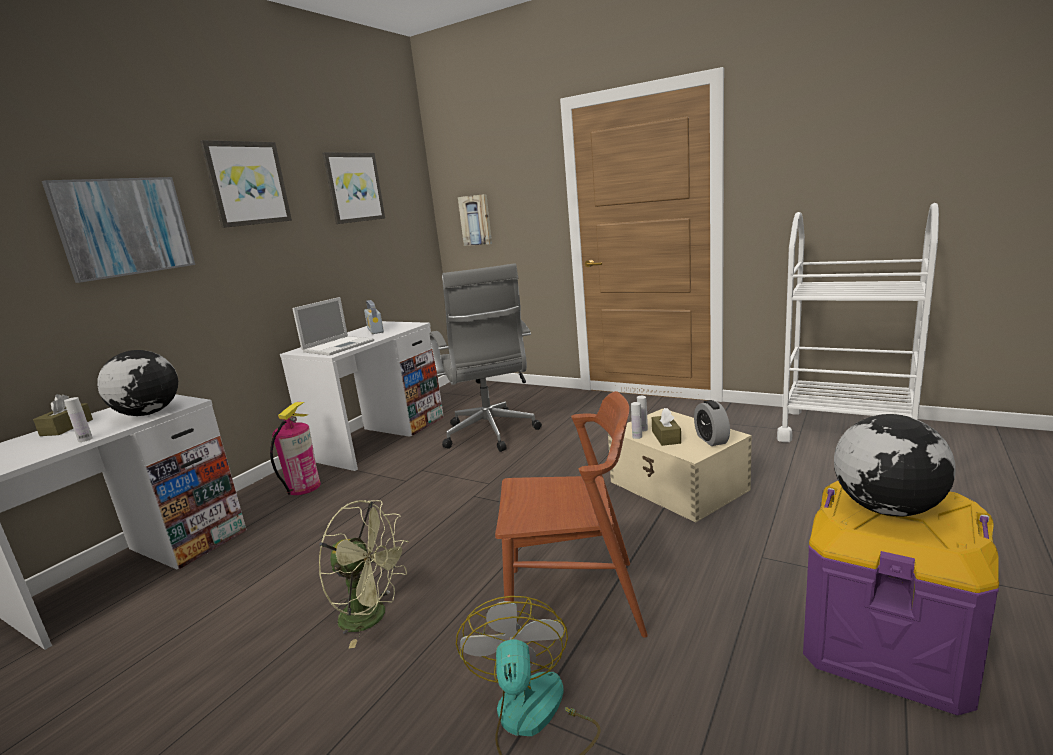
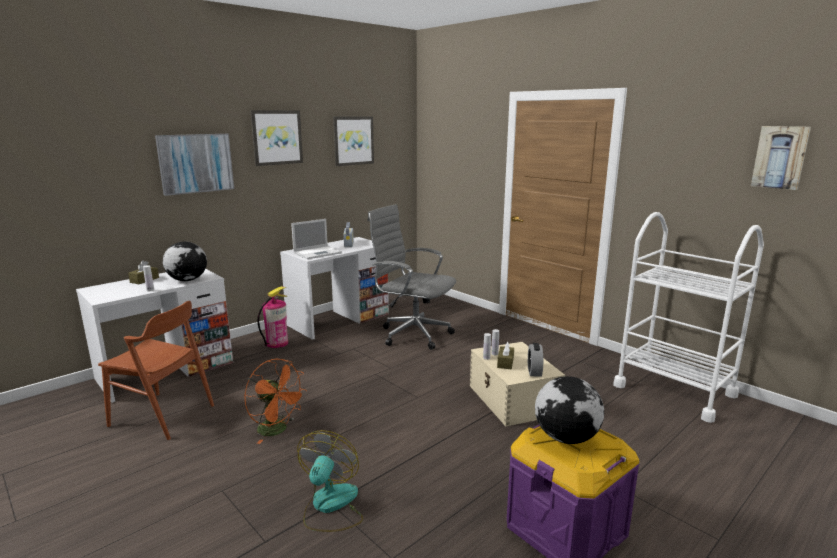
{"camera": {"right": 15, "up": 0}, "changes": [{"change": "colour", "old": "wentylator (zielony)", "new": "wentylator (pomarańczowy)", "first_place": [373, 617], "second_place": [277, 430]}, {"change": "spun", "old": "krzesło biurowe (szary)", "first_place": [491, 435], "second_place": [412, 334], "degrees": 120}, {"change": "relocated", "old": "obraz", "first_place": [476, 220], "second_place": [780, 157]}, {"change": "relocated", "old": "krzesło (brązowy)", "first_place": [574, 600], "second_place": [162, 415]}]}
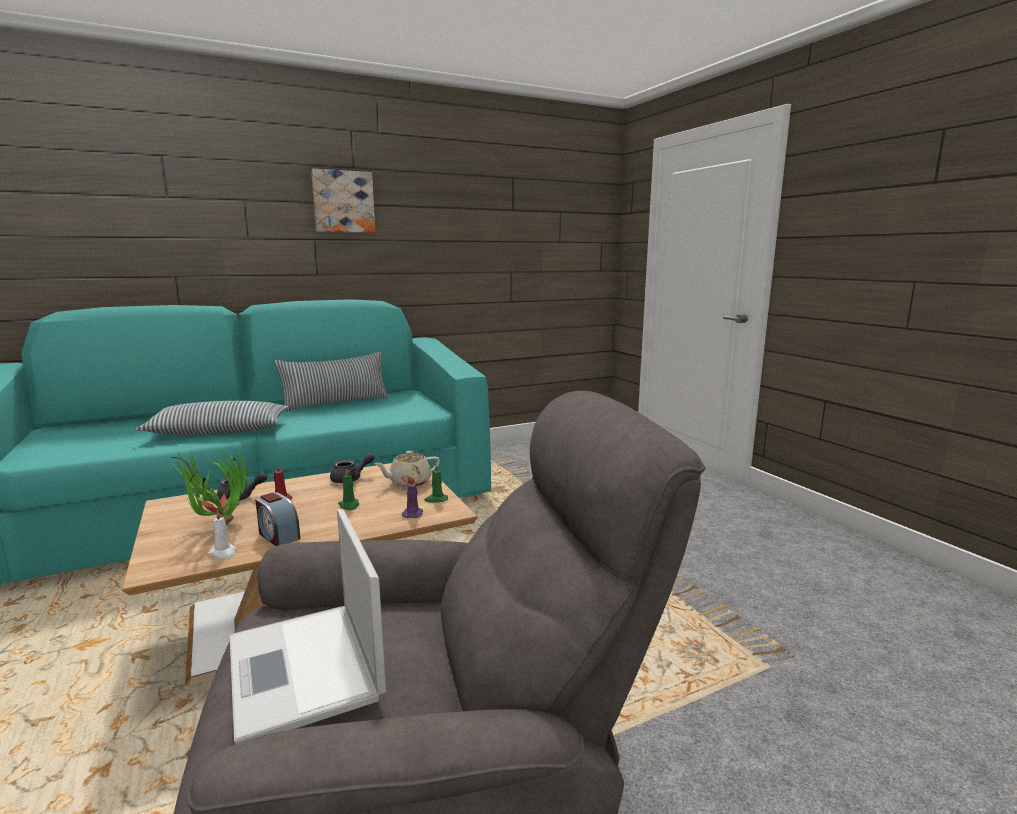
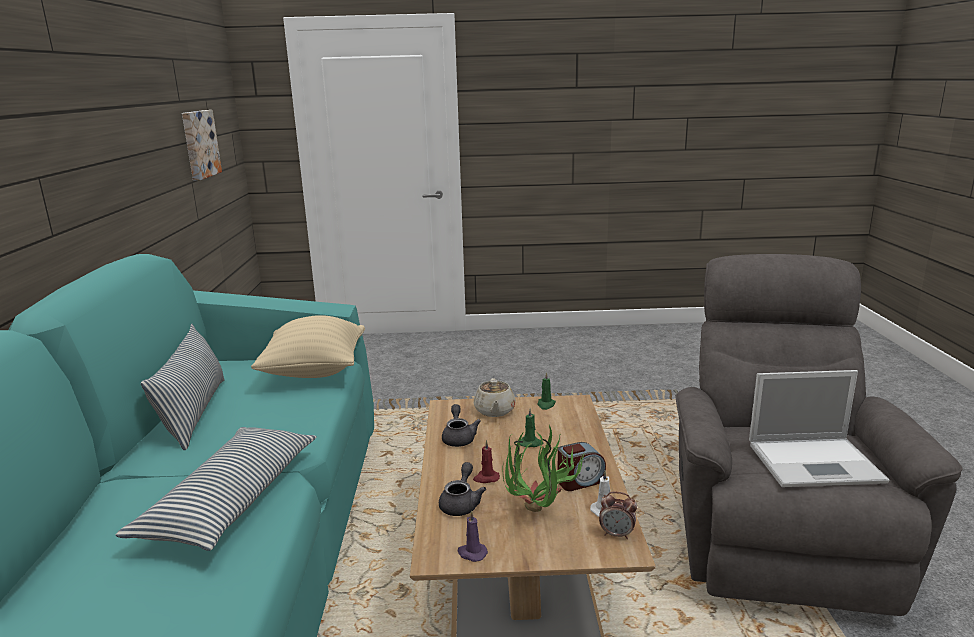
{"camera": {"right": -65, "up": 5}, "changes": [{"change": "relocated", "old": "obraz", "first_place": [343, 202], "second_place": [199, 144]}, {"change": "relocated", "old": "świeca (fioletowy)", "first_place": [413, 514], "second_place": [471, 553]}, {"change": "appeared", "new": "poduszka (beżowy)", "second_place": [315, 371]}, {"change": "appeared", "new": "budzik", "second_place": [617, 534]}]}
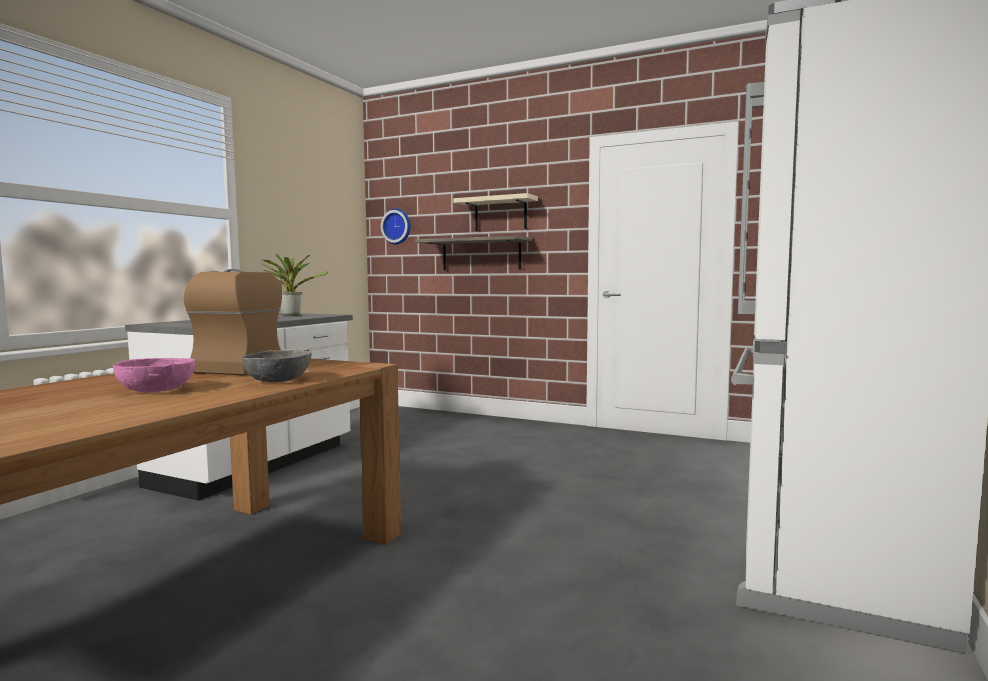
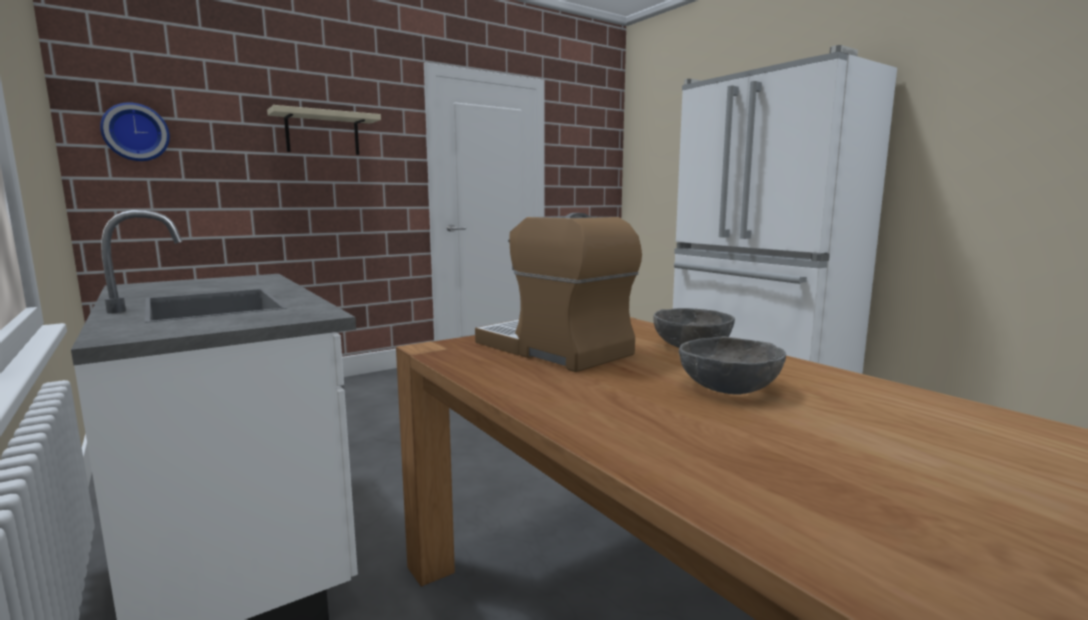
{"camera": {"right": -60, "up": 5}, "changes": [{"change": "colour", "old": "miska (różowy)", "new": "miska (szary)", "first_place": [156, 390], "second_place": [729, 388]}, {"change": "missing", "old": "roślina doniczkowa", "first_place": [290, 315]}, {"change": "missing", "old": "półka", "first_place": [481, 254]}]}
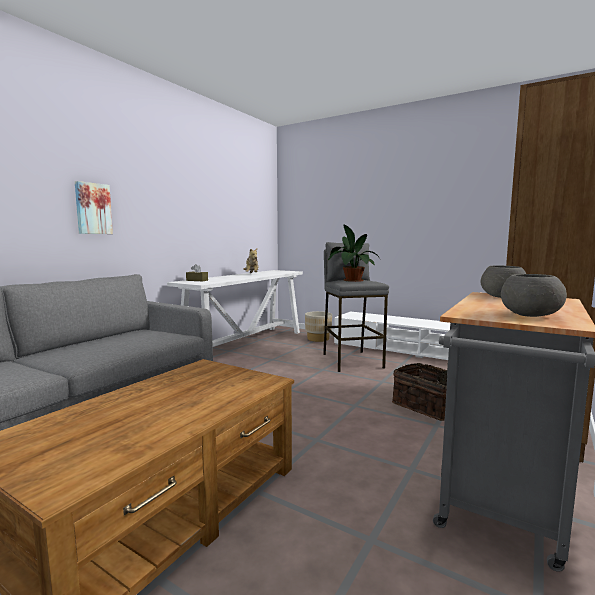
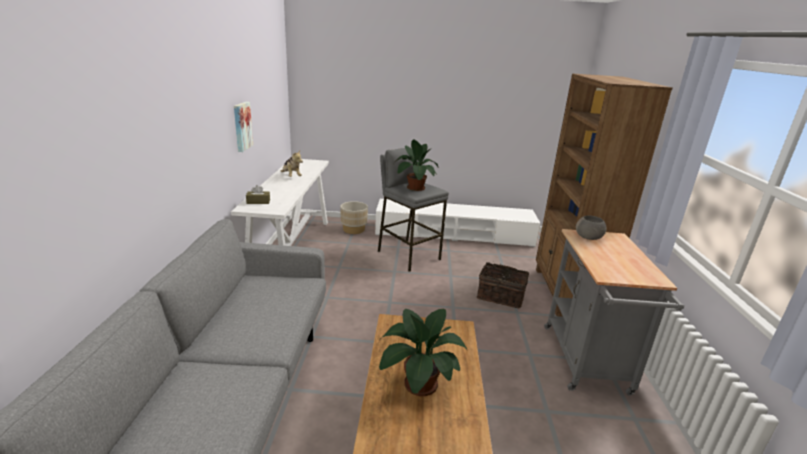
{"camera": {"right": -30, "up": 15}, "changes": [{"change": "relocated", "old": "obraz", "first_place": [93, 208], "second_place": [241, 126]}, {"change": "missing", "old": "miska (szary)", "first_place": [529, 315]}, {"change": "appeared", "new": "roślina doniczkowa", "second_place": [417, 384]}]}
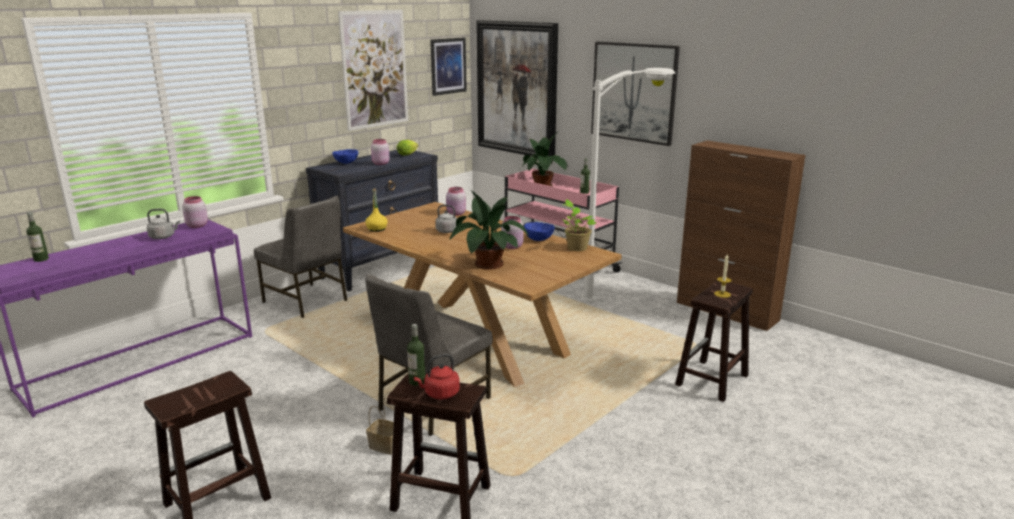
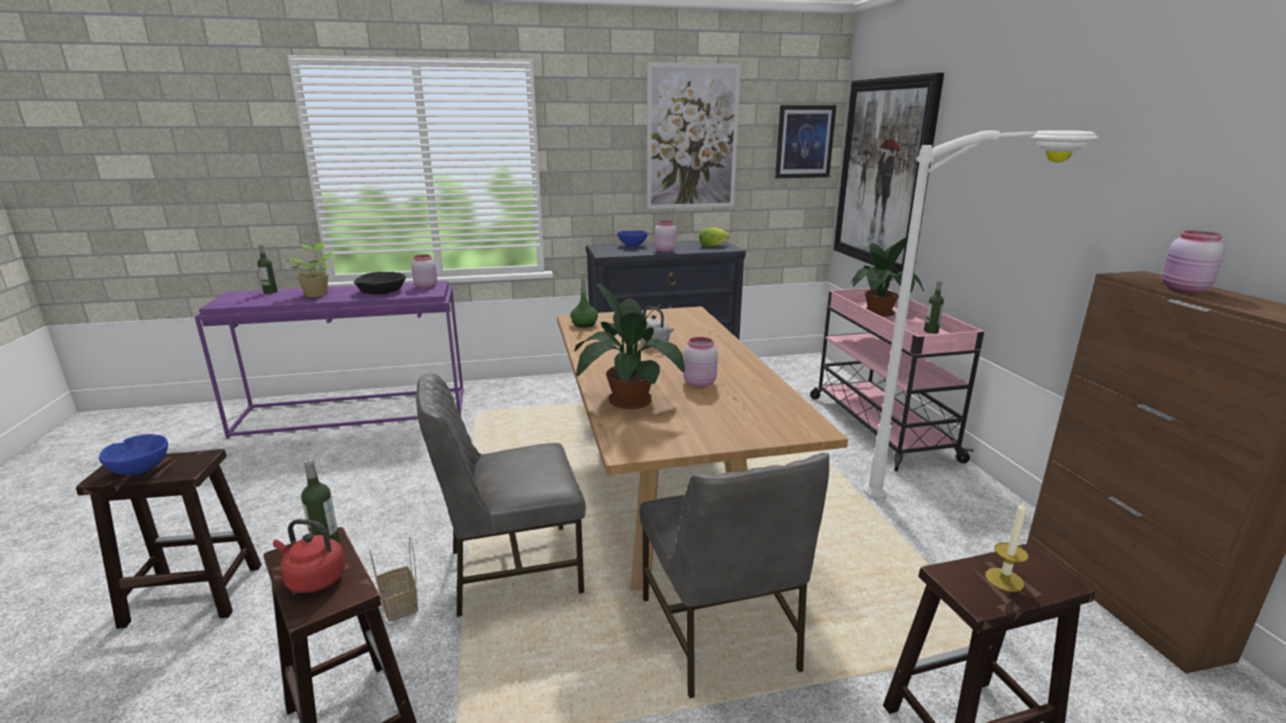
{"camera": {"right": 35, "up": 0}, "changes": [{"change": "exchanged", "old": "czajnik (szary)", "new": "miska (czarny)", "first_place": [163, 237], "second_place": [382, 291]}, {"change": "relocated", "old": "krzesło (szary)", "first_place": [306, 301], "second_place": [720, 635]}, {"change": "colour", "old": "butelka (żółty)", "new": "butelka (zielony)", "first_place": [377, 229], "second_place": [584, 324]}, {"change": "relocated", "old": "słoik (różowy)", "first_place": [456, 214], "second_place": [1183, 289]}, {"change": "relocated", "old": "miska (niebieski)", "first_place": [538, 239], "second_place": [140, 469]}, {"change": "relocated", "old": "roślina doniczkowa", "first_place": [576, 247], "second_place": [317, 294]}, {"change": "missing", "old": "obraz", "first_place": [633, 92]}]}
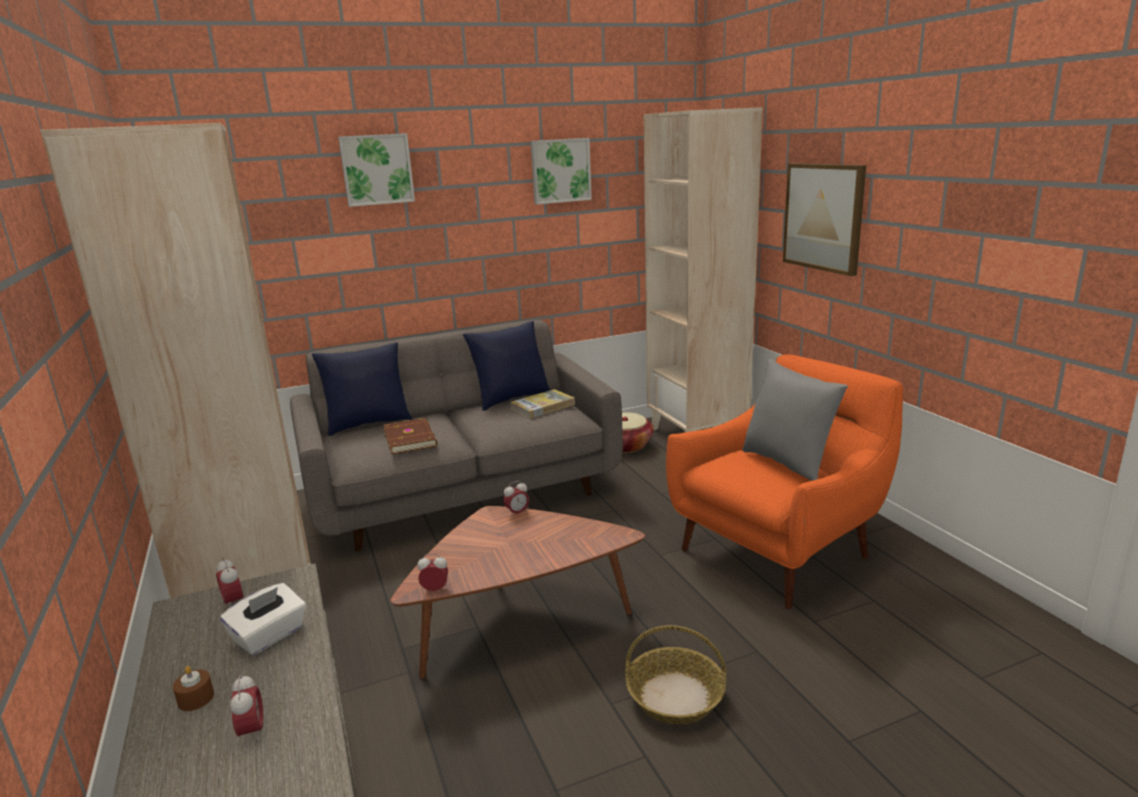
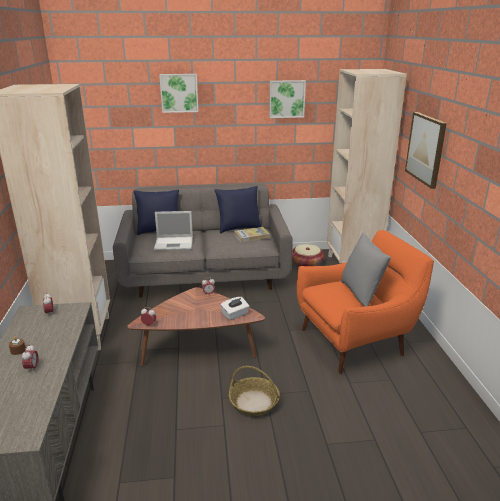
{"camera": {"right": 15, "up": 5}, "changes": [{"change": "relocated", "old": "pudełko chusteczek (biały)", "first_place": [270, 636], "second_place": [235, 315]}, {"change": "exchanged", "old": "książka (brązowy)", "new": "laptop", "first_place": [411, 438], "second_place": [174, 243]}]}
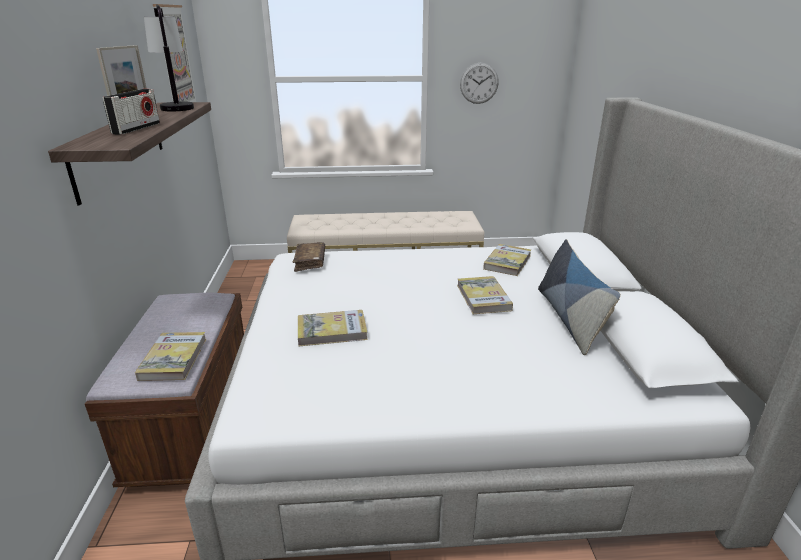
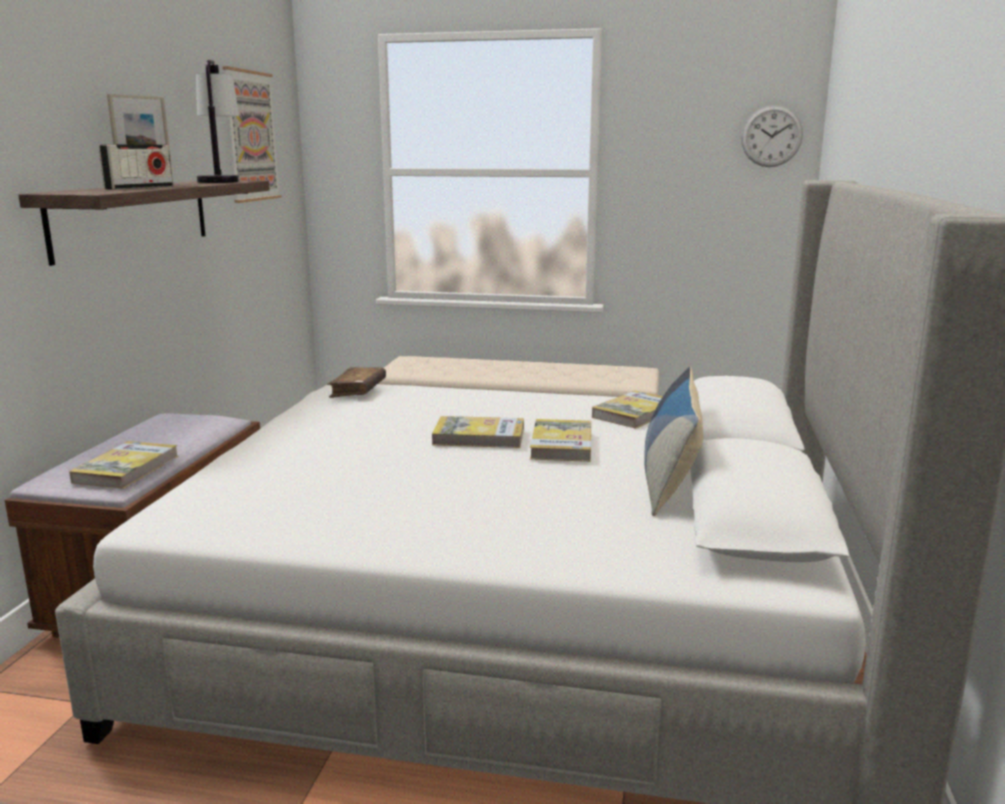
{"camera": {"right": 15, "up": -10}, "changes": [{"change": "relocated", "old": "książka", "first_place": [332, 331], "second_place": [479, 437]}, {"change": "relocated", "old": "zegar ścienny", "first_place": [479, 83], "second_place": [771, 136]}]}
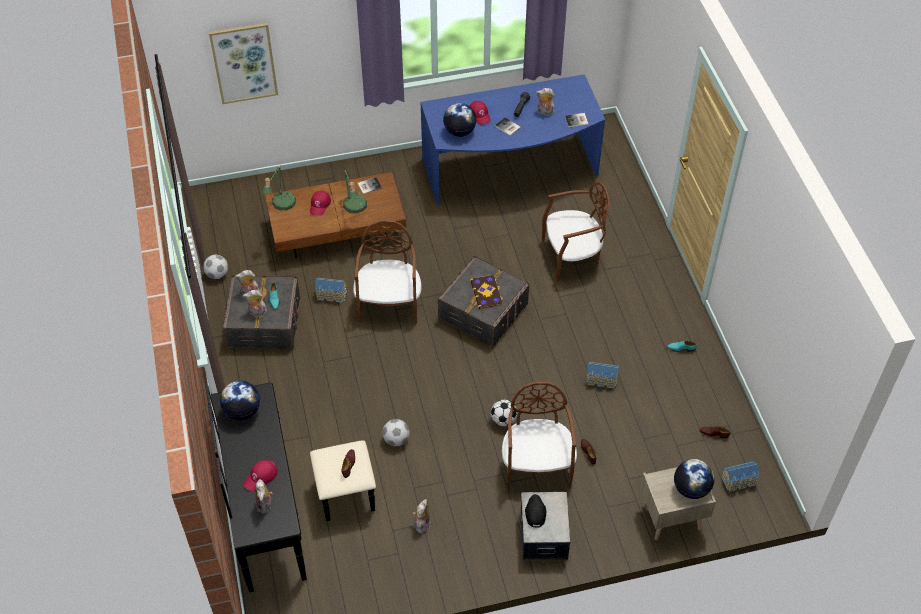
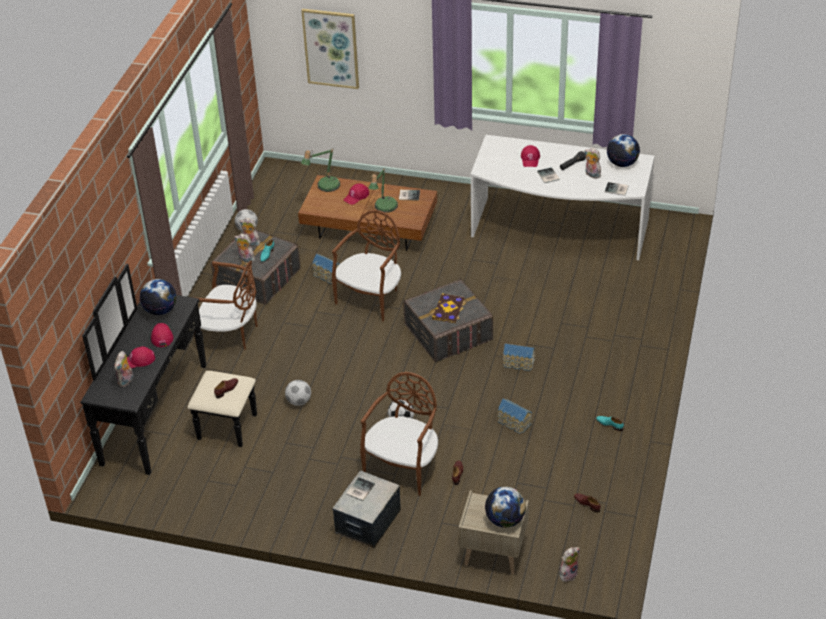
{"camera": {"right": 30, "up": -10}, "changes": [{"change": "relocated", "old": "pluszak", "first_place": [421, 523], "second_place": [568, 573]}, {"change": "colour", "old": "biurko (niebieski)", "new": "biurko (biały)", "first_place": [511, 171], "second_place": [559, 231]}, {"change": "relocated", "old": "globus", "first_place": [460, 131], "second_place": [622, 163]}, {"change": "exchanged", "old": "czapka z daszkiem (czarny)", "new": "książka", "first_place": [535, 512], "second_place": [359, 489]}, {"change": "relocated", "old": "krzesło (brązowy)", "first_place": [572, 256], "second_place": [230, 334]}, {"change": "relocated", "old": "domek", "first_place": [739, 482], "second_place": [518, 363]}, {"change": "appeared", "new": "czapka z daszkiem (czerwony)", "second_place": [161, 336]}]}
